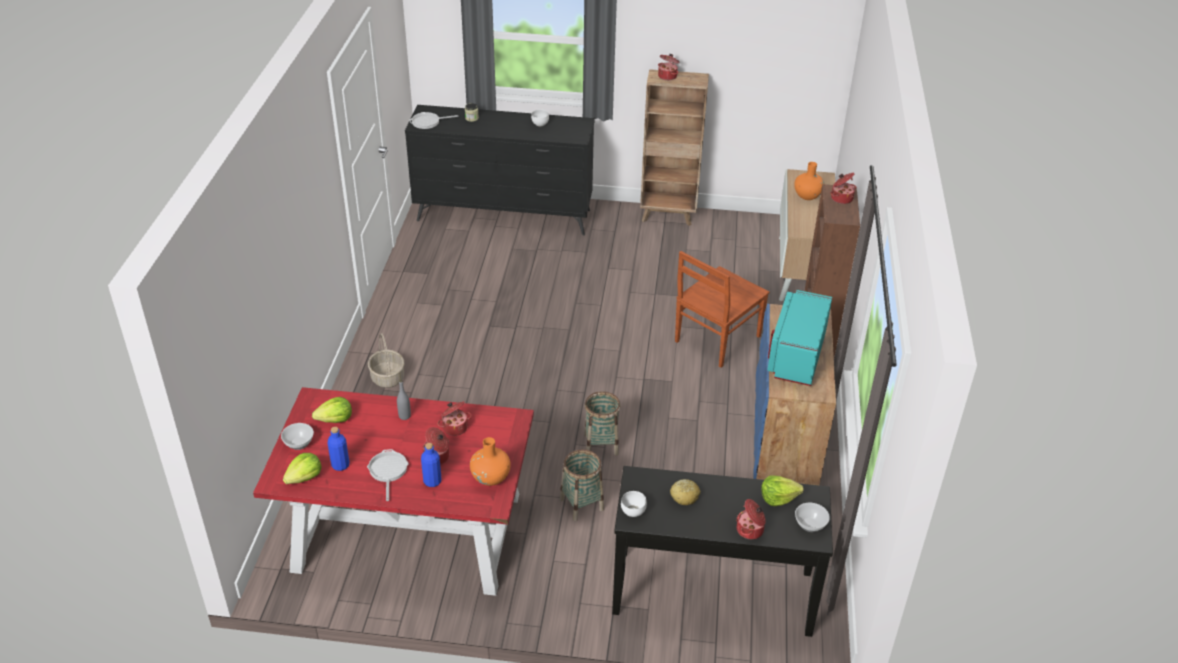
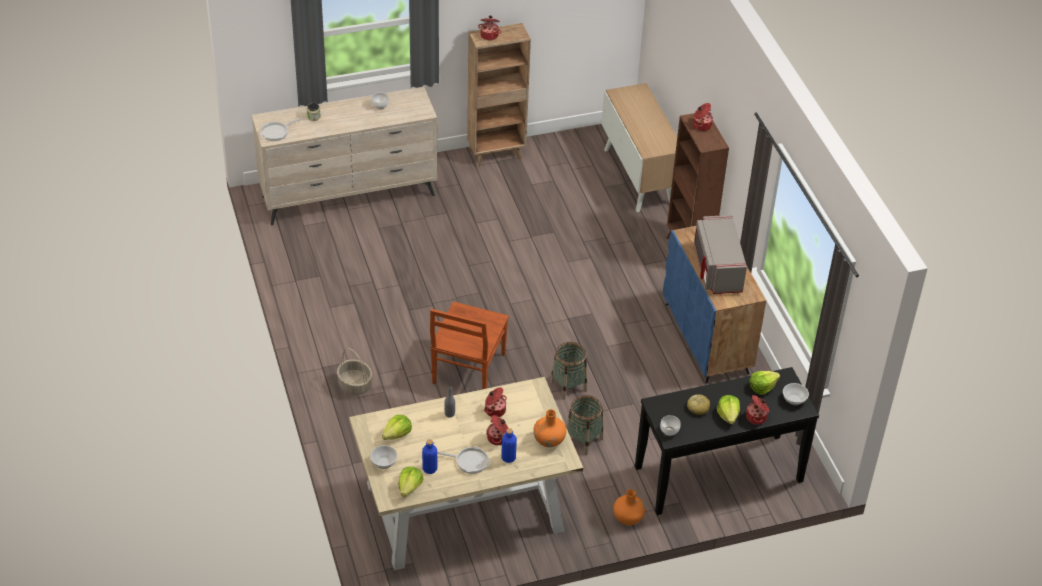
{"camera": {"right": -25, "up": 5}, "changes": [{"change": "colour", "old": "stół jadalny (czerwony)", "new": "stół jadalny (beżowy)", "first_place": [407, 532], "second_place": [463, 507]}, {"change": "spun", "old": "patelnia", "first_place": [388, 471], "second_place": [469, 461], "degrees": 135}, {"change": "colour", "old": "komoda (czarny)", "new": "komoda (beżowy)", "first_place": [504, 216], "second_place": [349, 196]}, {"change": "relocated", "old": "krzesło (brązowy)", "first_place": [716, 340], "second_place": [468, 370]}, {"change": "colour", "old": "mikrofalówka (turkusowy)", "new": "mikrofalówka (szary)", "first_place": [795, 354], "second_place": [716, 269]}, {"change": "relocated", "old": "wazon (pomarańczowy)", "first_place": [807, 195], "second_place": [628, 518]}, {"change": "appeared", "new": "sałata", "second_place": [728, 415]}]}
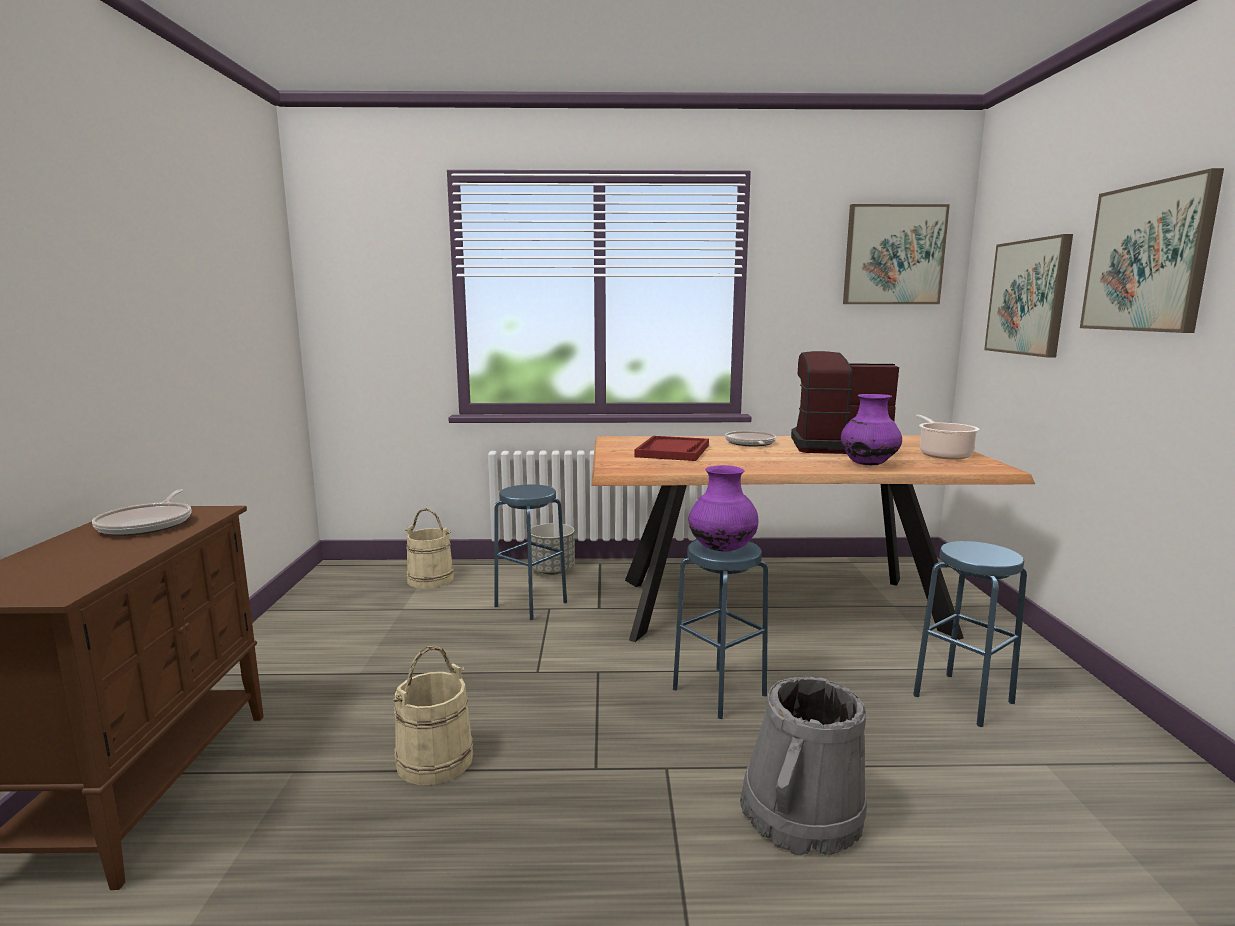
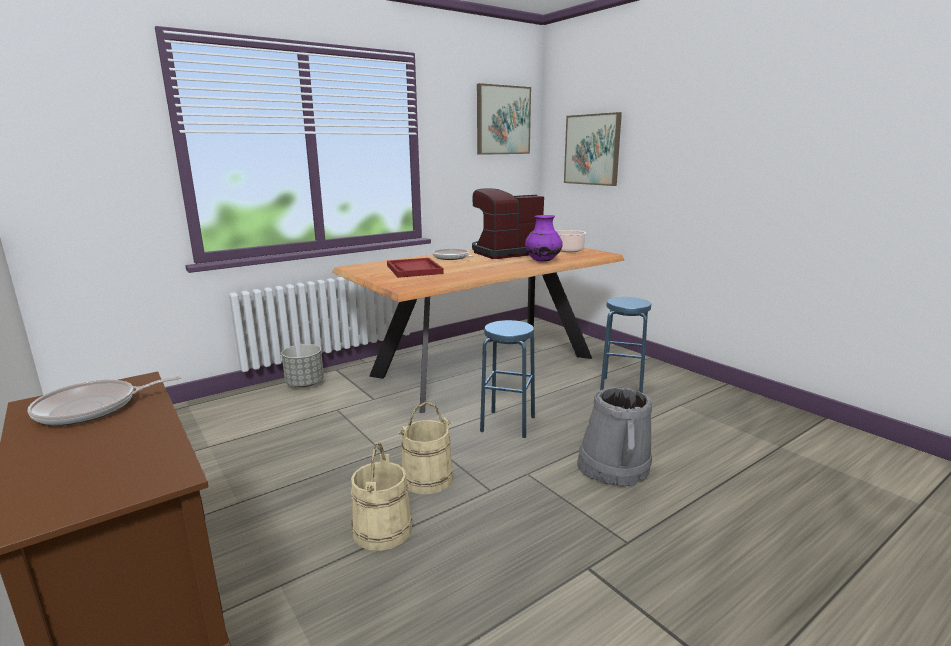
{"camera": {"right": -35, "up": 5}, "changes": [{"change": "spun", "old": "patelnia", "first_place": [148, 524], "second_place": [92, 408], "degrees": 105}, {"change": "relocated", "old": "wiadro (beżowy)", "first_place": [431, 579], "second_place": [427, 478]}, {"change": "missing", "old": "stołek (niebieski)", "first_place": [530, 604]}, {"change": "missing", "old": "wazon (fioletowy)", "first_place": [722, 549]}, {"change": "missing", "old": "obraz", "first_place": [1148, 258]}]}
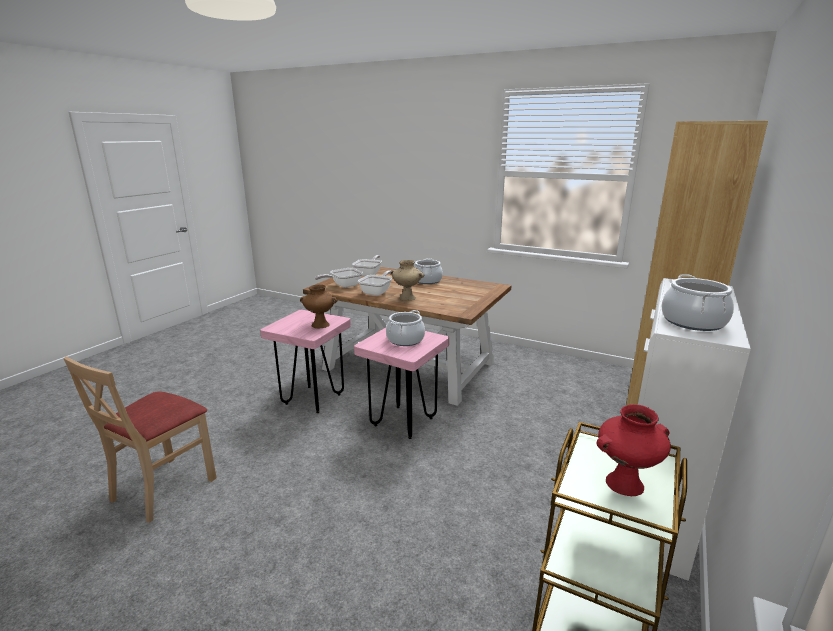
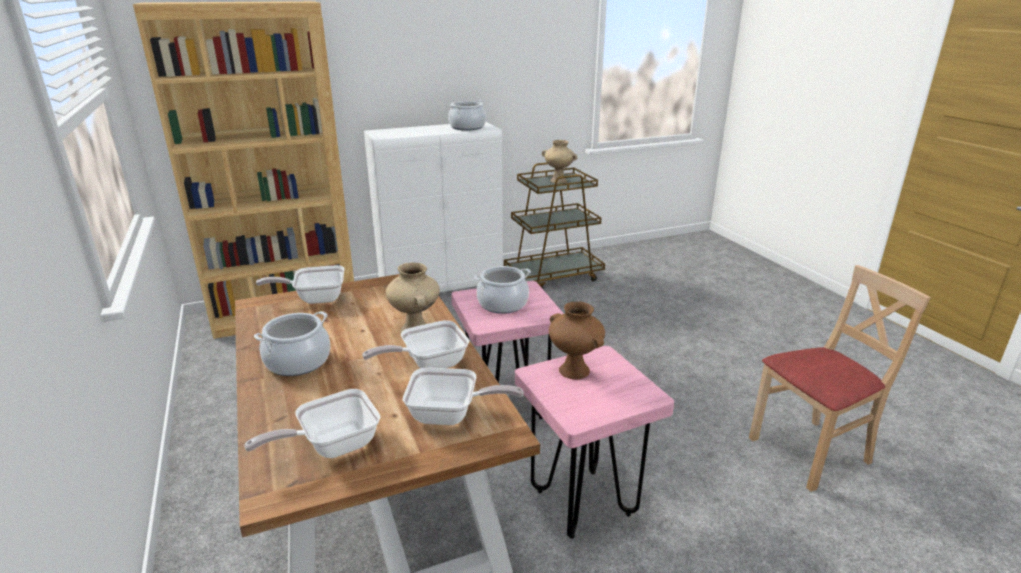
{"camera": {"right": -140, "up": 5}, "changes": [{"change": "colour", "old": "wazon (czerwony)", "new": "wazon (beżowy)", "first_place": [624, 485], "second_place": [559, 181]}, {"change": "appeared", "new": "patelnia", "second_place": [315, 298]}]}
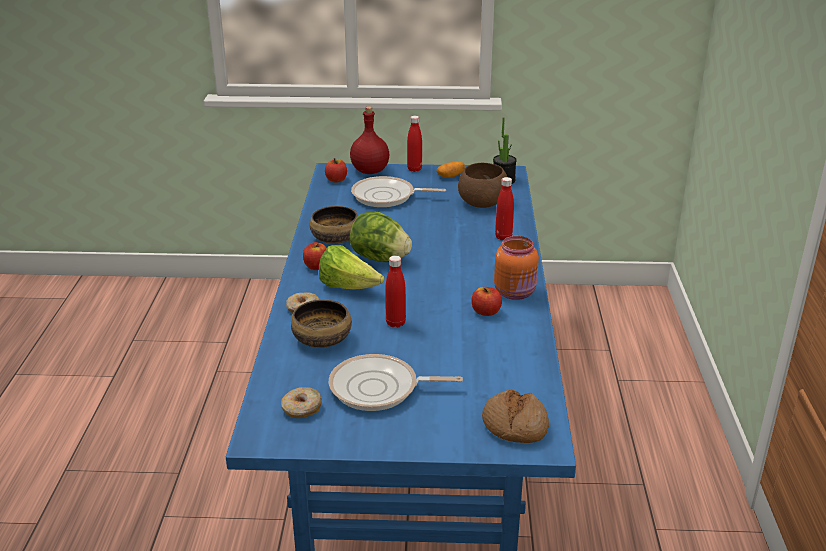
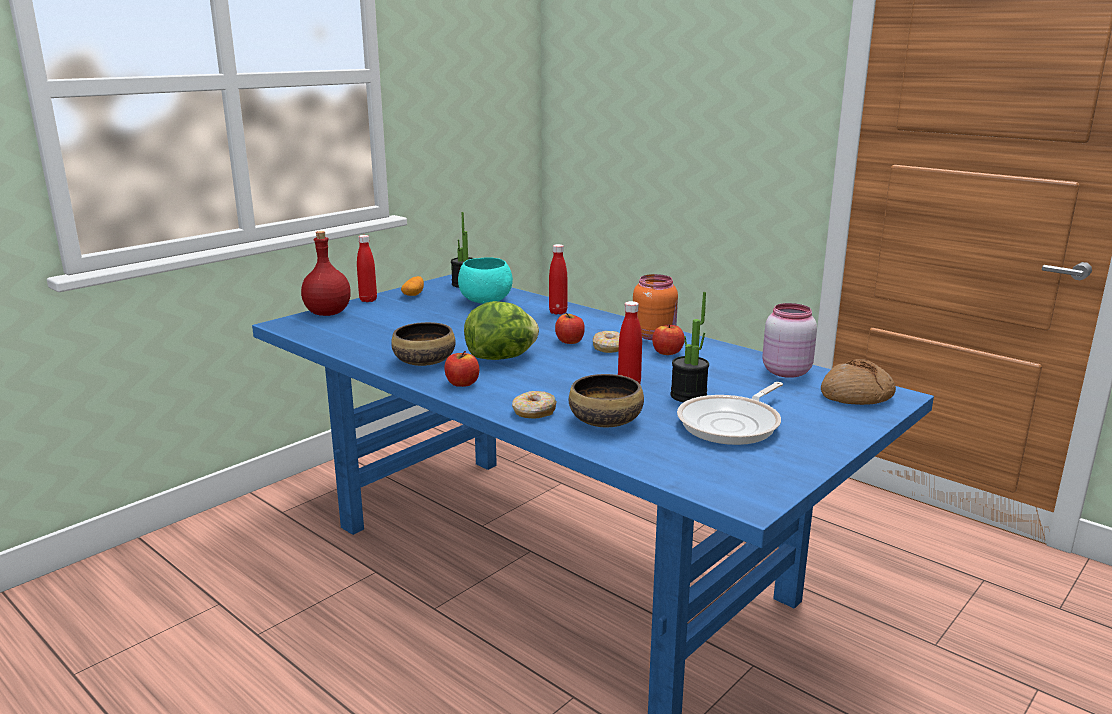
{"camera": {"right": -50, "up": -10}, "changes": [{"change": "relocated", "old": "donut", "first_place": [301, 409], "second_place": [609, 348]}, {"change": "missing", "old": "sałata", "first_place": [348, 287]}, {"change": "relocated", "old": "jabłko", "first_place": [336, 180], "second_place": [570, 341]}, {"change": "missing", "old": "patelnia", "first_place": [387, 196]}, {"change": "colour", "old": "miska (brązowy)", "new": "miska (turkusowy)", "first_place": [481, 203], "second_place": [485, 301]}, {"change": "appeared", "new": "roślina doniczkowa", "second_place": [688, 396]}, {"change": "appeared", "new": "słoik (różowy)", "second_place": [785, 371]}]}
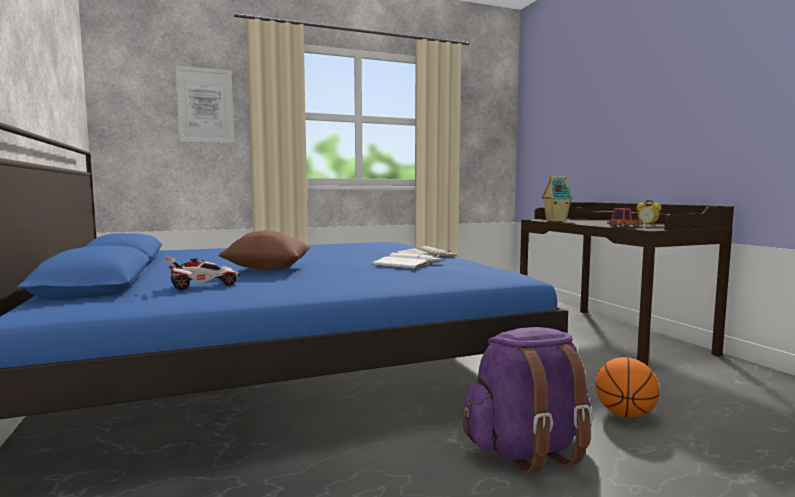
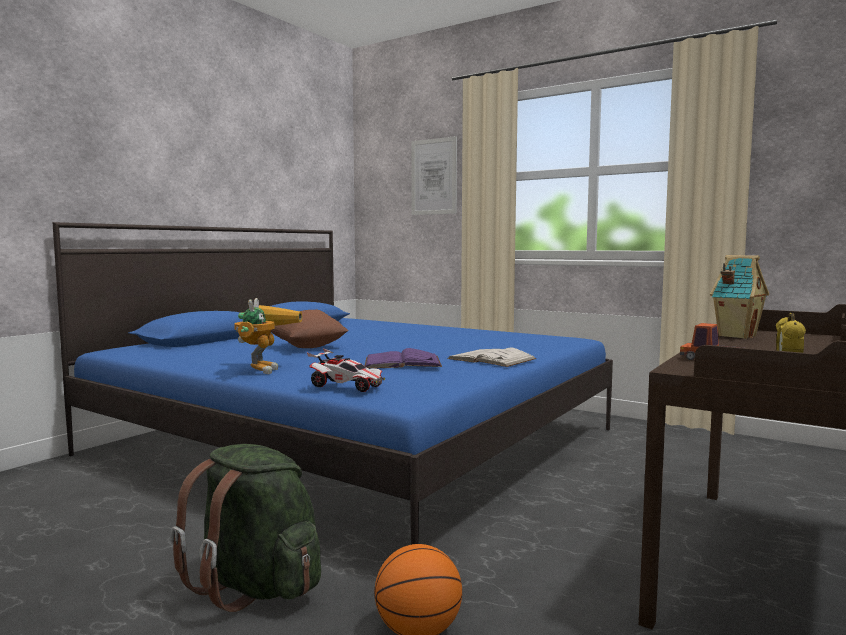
{"camera": {"right": 55, "up": 0}, "changes": [{"change": "relocated", "old": "samochodzik", "first_place": [203, 285], "second_place": [347, 386]}, {"change": "colour", "old": "książka (biały)", "new": "książka (fioletowy)", "first_place": [409, 263], "second_place": [402, 362]}, {"change": "colour", "old": "plecak (fioletowy)", "new": "plecak (zielony)", "first_place": [527, 450], "second_place": [256, 586]}, {"change": "appeared", "new": "robot zabawkowy", "second_place": [263, 368]}]}
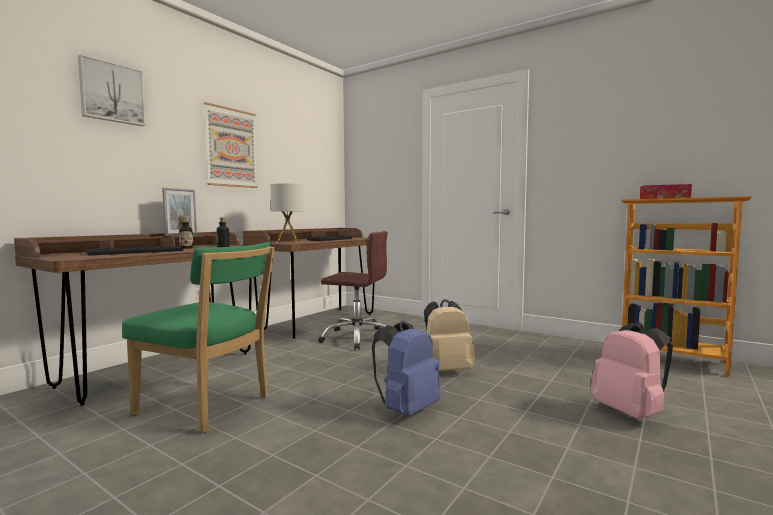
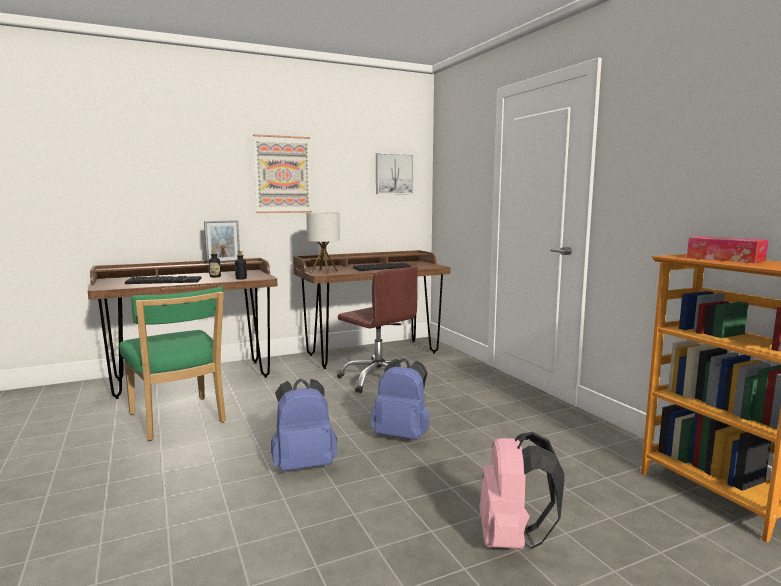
{"camera": {"right": 30, "up": 5}, "changes": [{"change": "relocated", "old": "obraz", "first_place": [112, 93], "second_place": [393, 174]}, {"change": "colour", "old": "plecak (beżowy)", "new": "plecak (niebieski)", "first_place": [446, 370], "second_place": [402, 435]}]}
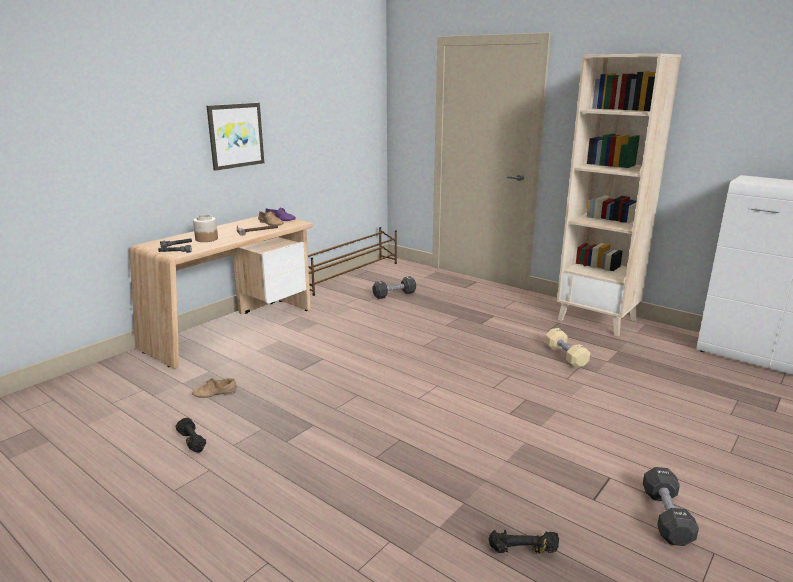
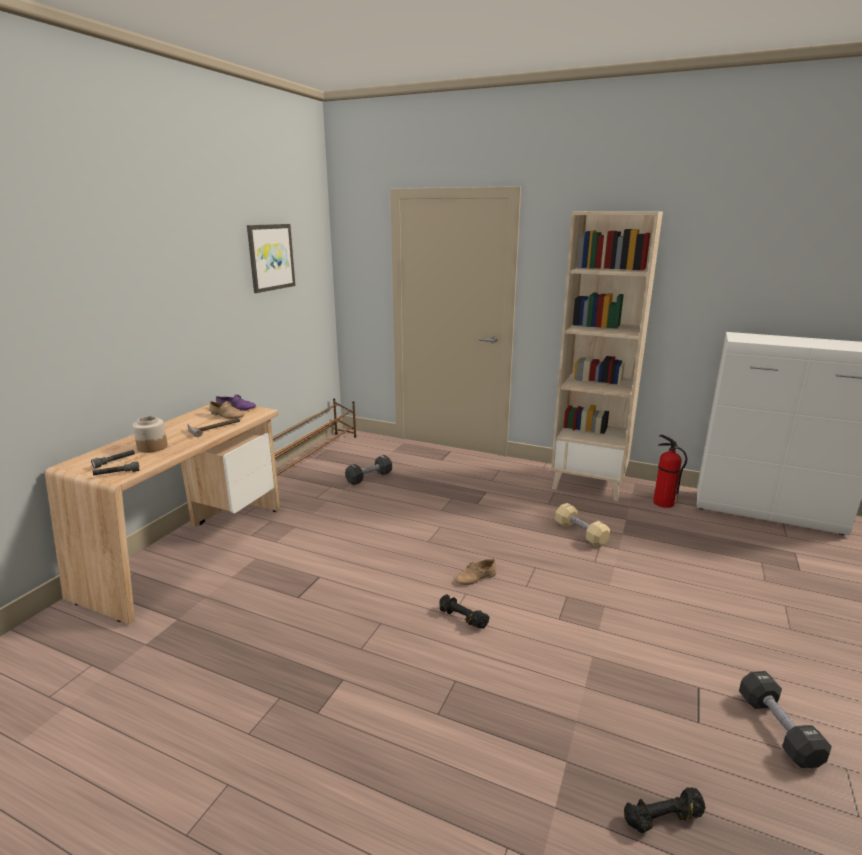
{"camera": {"right": -15, "up": 0}, "changes": [{"change": "relocated", "old": "hantel (czarny)", "first_place": [191, 442], "second_place": [462, 619]}, {"change": "relocated", "old": "but (beżowy)", "first_place": [214, 393], "second_place": [476, 578]}, {"change": "relocated", "old": "obraz", "first_place": [235, 135], "second_place": [270, 257]}, {"change": "appeared", "new": "gaśnica", "second_place": [662, 503]}]}
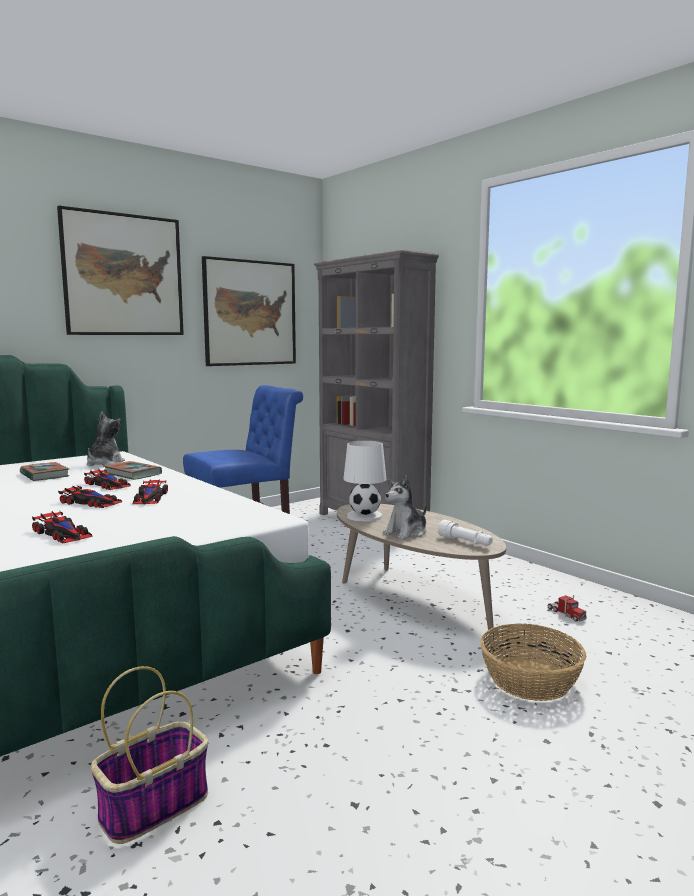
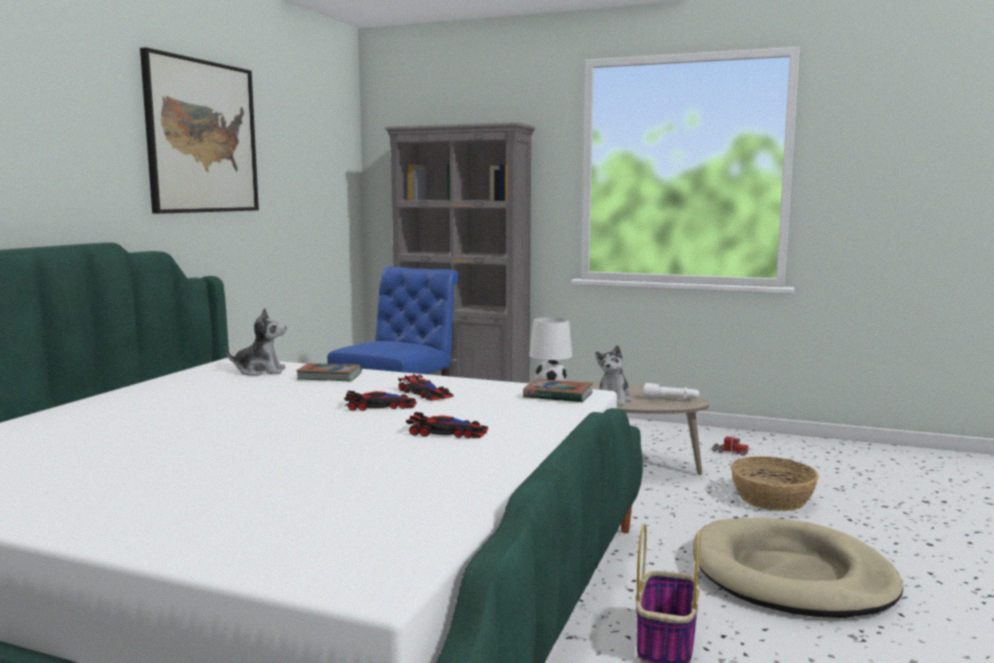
{"camera": {"right": -30, "up": 0}, "changes": [{"change": "relocated", "old": "książka", "first_place": [44, 475], "second_place": [558, 396]}, {"change": "missing", "old": "samochodzik", "first_place": [107, 485]}, {"change": "spun", "old": "pluszak", "first_place": [104, 464], "second_place": [260, 371], "degrees": 105}, {"change": "missing", "old": "obraz", "first_place": [250, 313]}, {"change": "appeared", "new": "legowisko (beżowy)", "second_place": [791, 576]}]}
